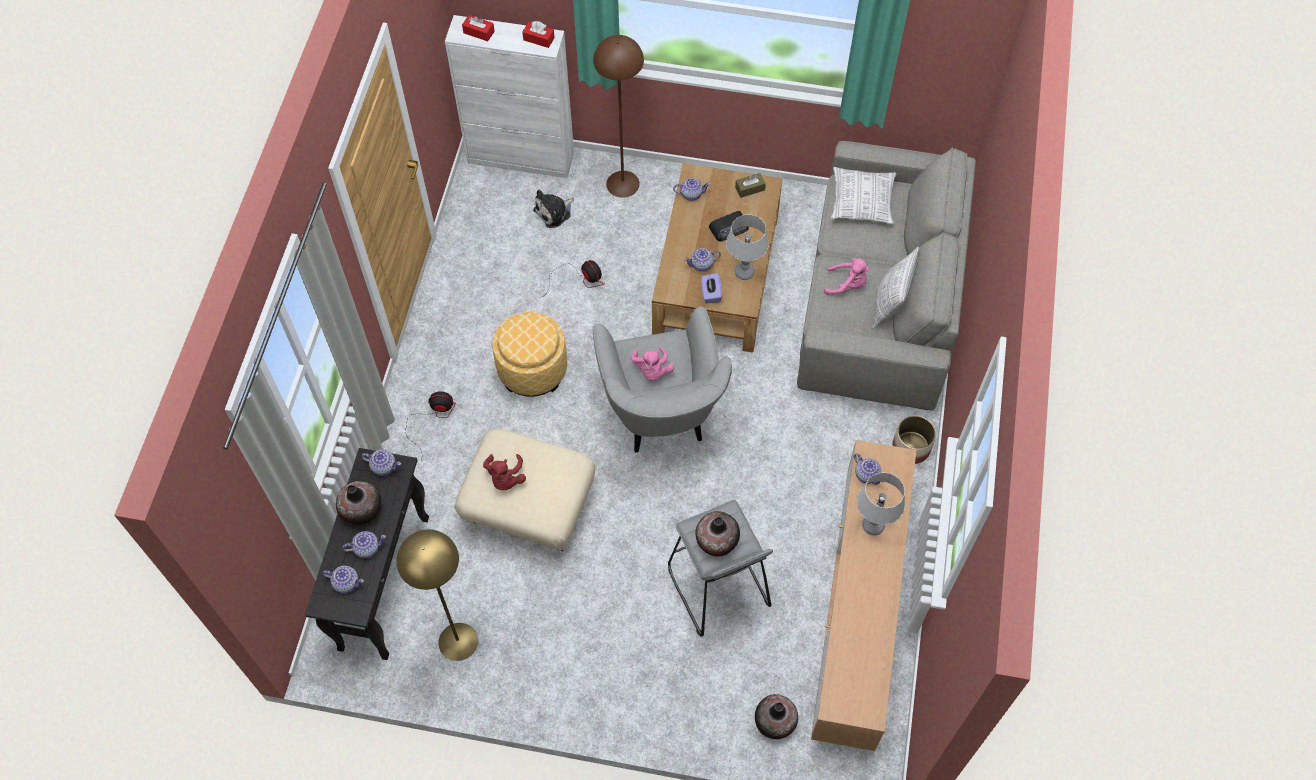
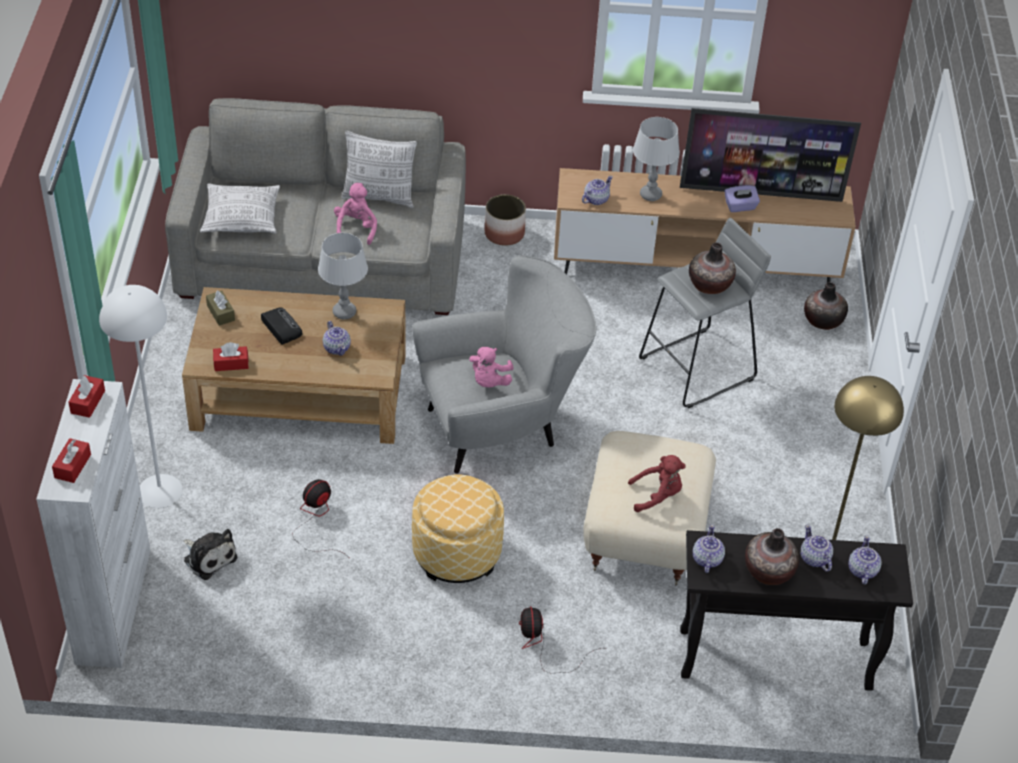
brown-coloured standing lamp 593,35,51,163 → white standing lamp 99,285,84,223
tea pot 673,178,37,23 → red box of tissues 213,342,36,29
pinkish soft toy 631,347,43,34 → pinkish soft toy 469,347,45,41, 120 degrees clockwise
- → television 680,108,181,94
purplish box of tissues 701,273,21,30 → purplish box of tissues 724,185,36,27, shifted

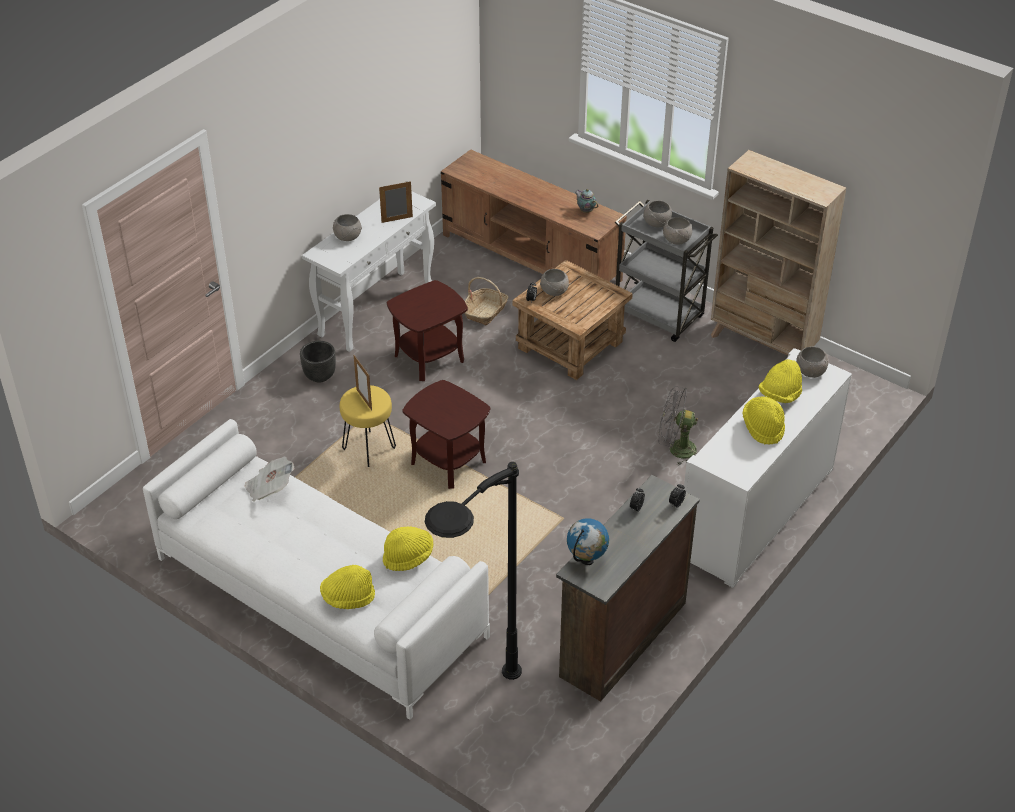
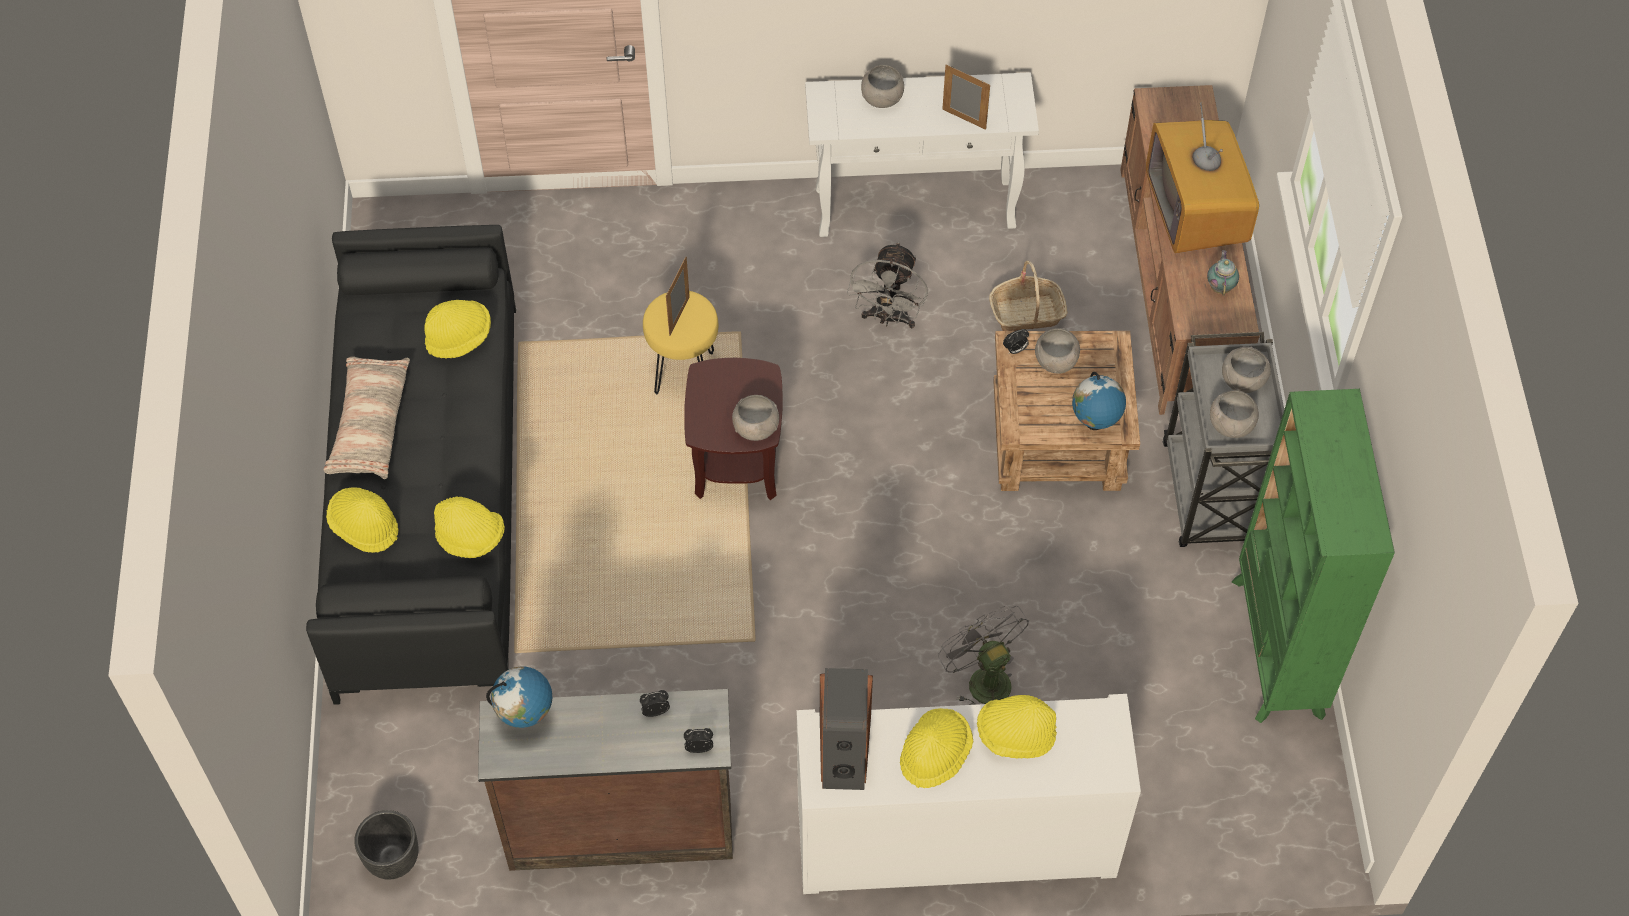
white couch 143,419,347,301 → black-coloured couch 306,225,210,480
- → pillow 324,356,86,123
black-coloured planter 300,341,36,41 → black-coloured planter 354,810,64,70, shifted
printed paper 244,457,50,45 → yellow-coloured hat 424,300,67,58
greyish deep dish 796,347,33,31 → greyish deep dish 732,395,47,46, shifted
- → audio speaker 820,668,53,122
brown-coloured accent table 387,280,81,101 → greyish cooling fan 847,242,81,86
- → world globe 1072,372,54,58
- → television 1146,103,113,150
beige-coloured bookshelf 711,150,135,206 → green bookshelf 1232,389,163,334
black-coloured standing lamp 425,462,97,218 → -

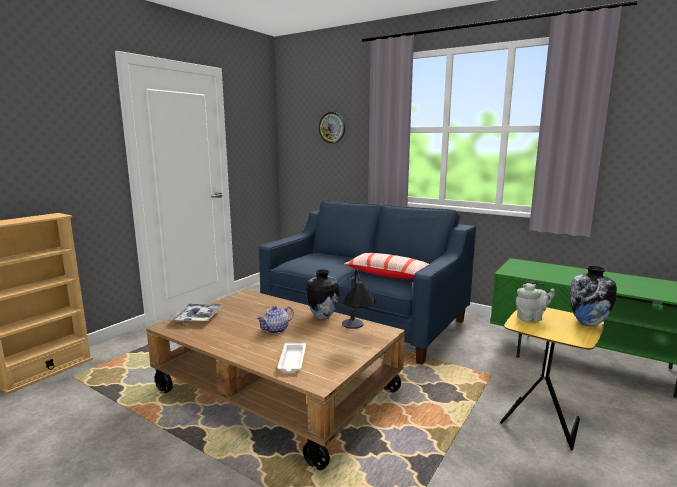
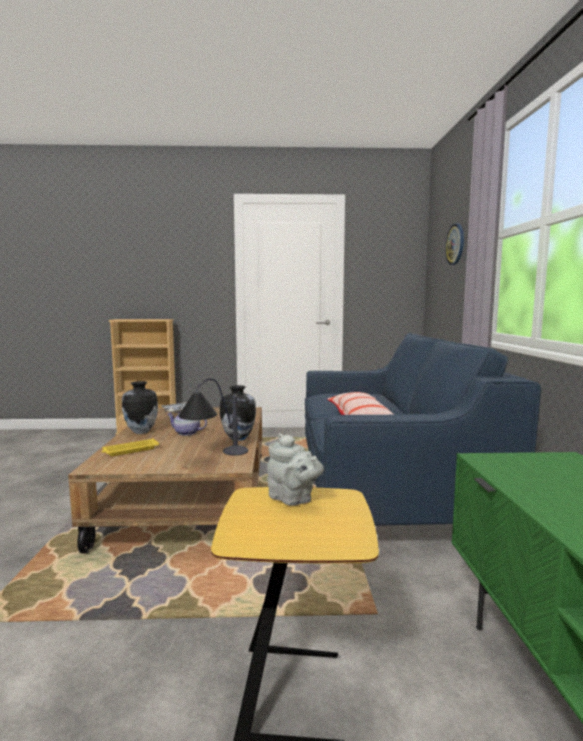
white serving tray 277,343,29,29 → yellow-coloured serving tray 101,438,59,18
vase 570,265,47,62 → vase 122,381,36,53, shifted

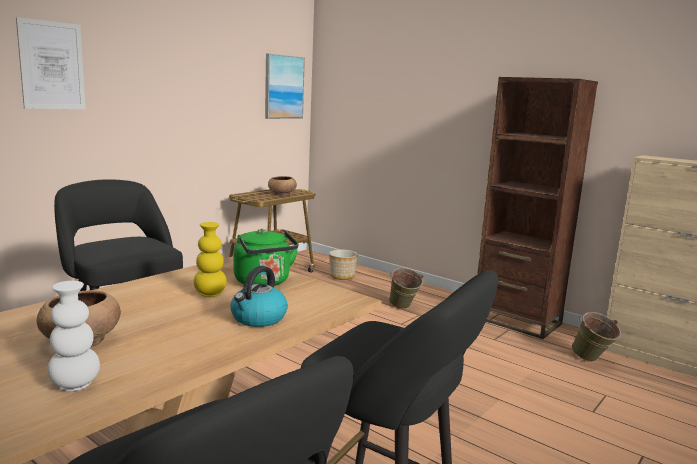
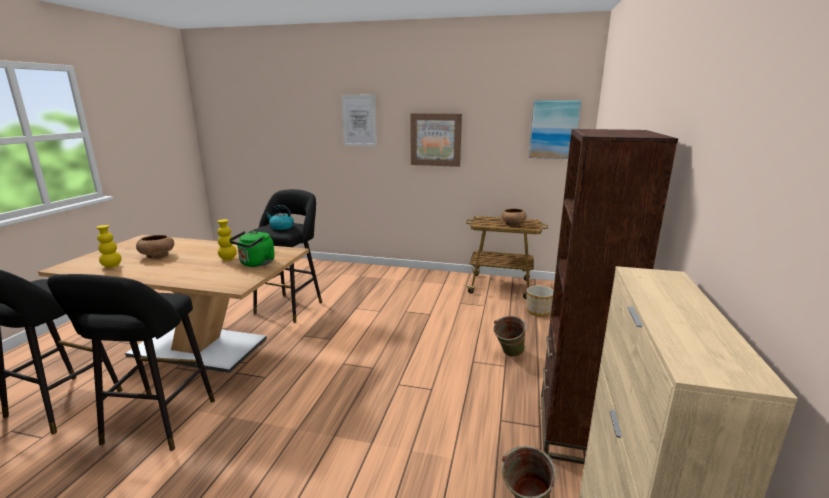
white vase 47,281,53,110 → yellow-coloured vase 96,225,25,43
water kettle 230,266,58,61 → water kettle 265,205,29,25, shifted
- → picture 411,113,51,54

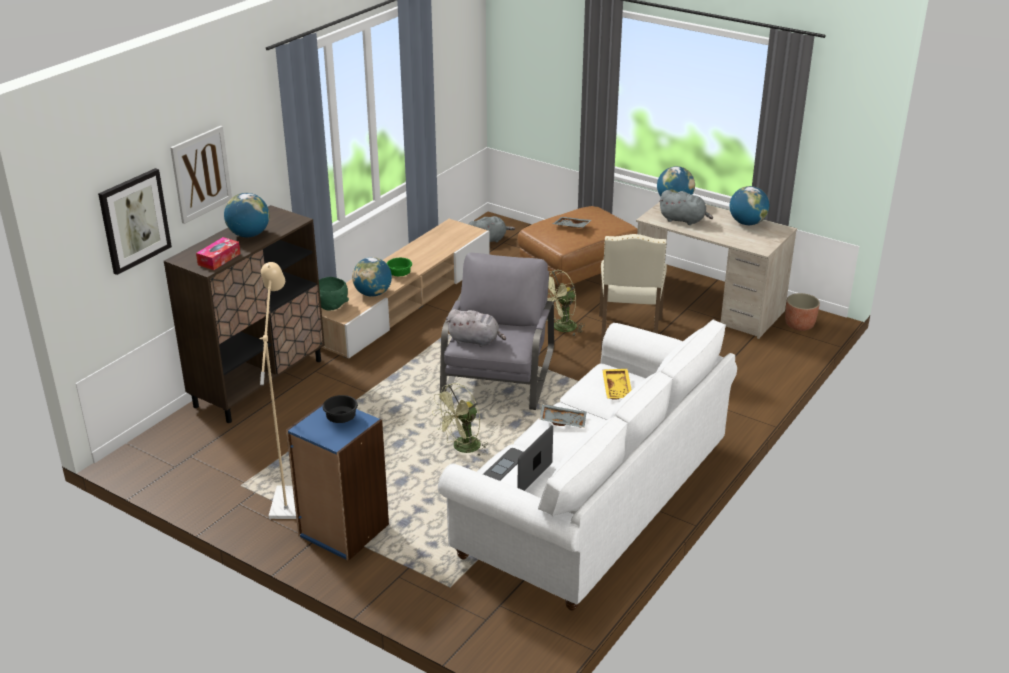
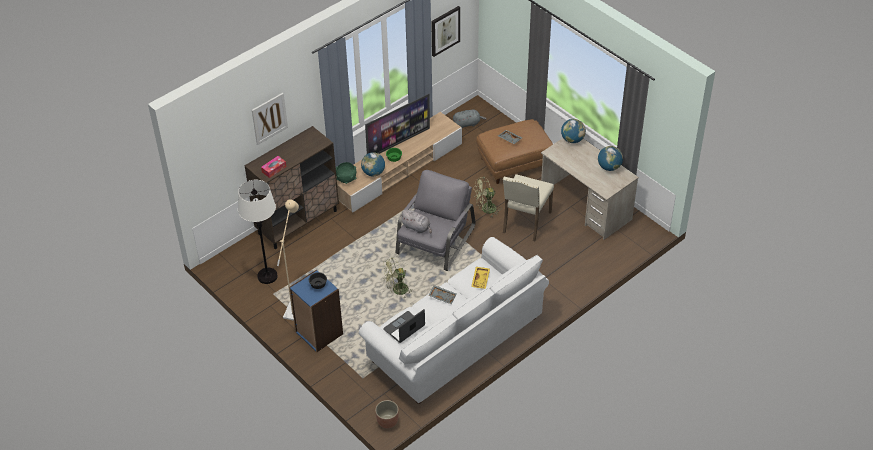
- → white standing lamp 238,180,40,104
- → television 365,94,65,60
planter 785,293,35,38 → planter 375,400,24,28, shifted
picture 98,168,74,107 → picture 431,6,29,51, shifted
world globe 224,193,45,44 → -
greyish soft toy 659,190,54,35 → -

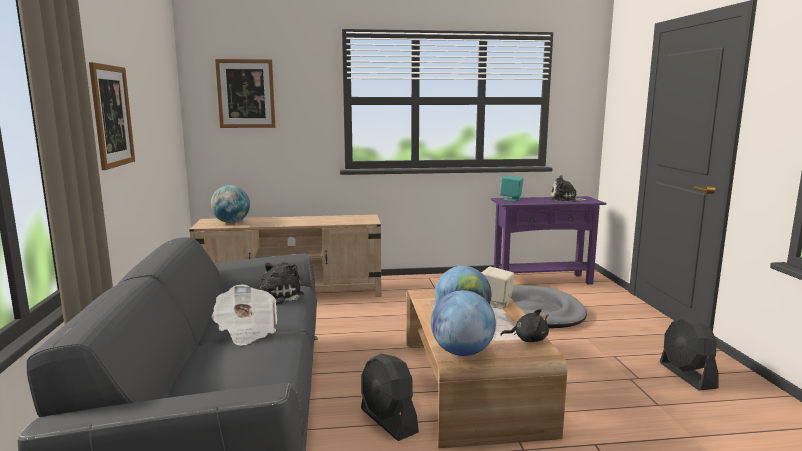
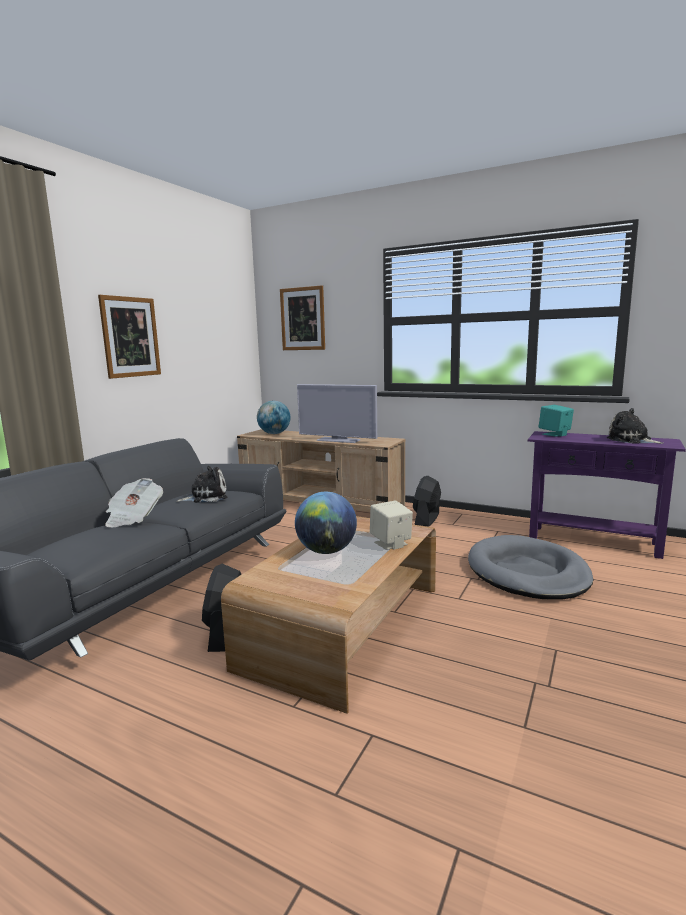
- → television 297,384,80,59
black-coloured cooling fan 660,316,59,75 → black-coloured cooling fan 413,476,28,51, shifted
world globe 431,290,65,66 → -
black-coloured soft toy 500,309,49,33 → -

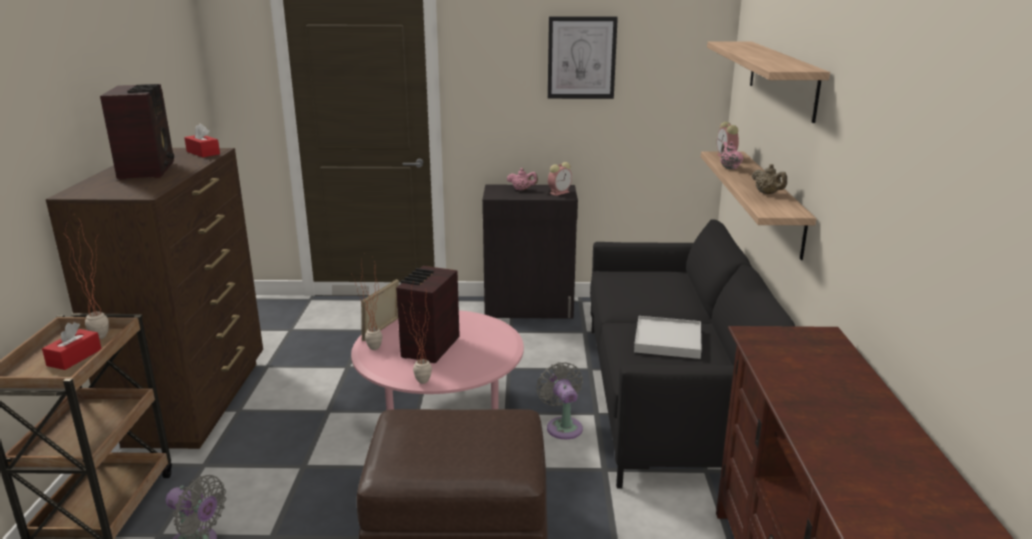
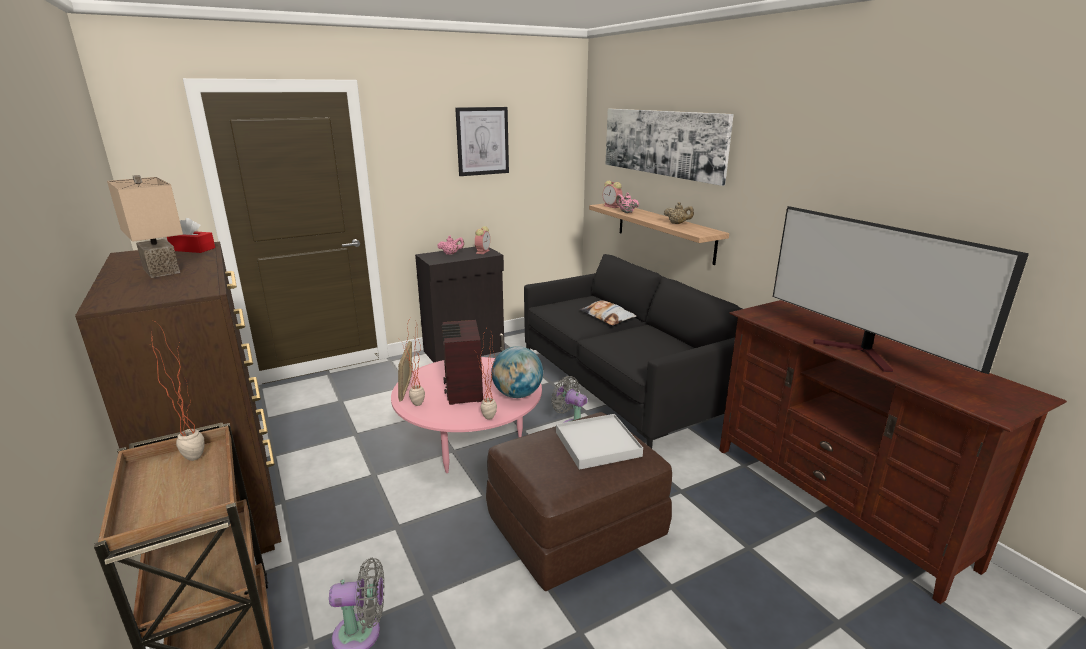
radio set 100,84,74,96 → beige-coloured table lamp 107,175,76,103
- → world globe 491,346,52,52
white serving tray 634,316,68,43 → white serving tray 556,414,87,56, shifted
- → pillow 579,300,57,25
shelf 707,41,123,82 → picture 606,109,128,77
- → television 773,206,256,168
red box of tissues 42,322,60,48 → -

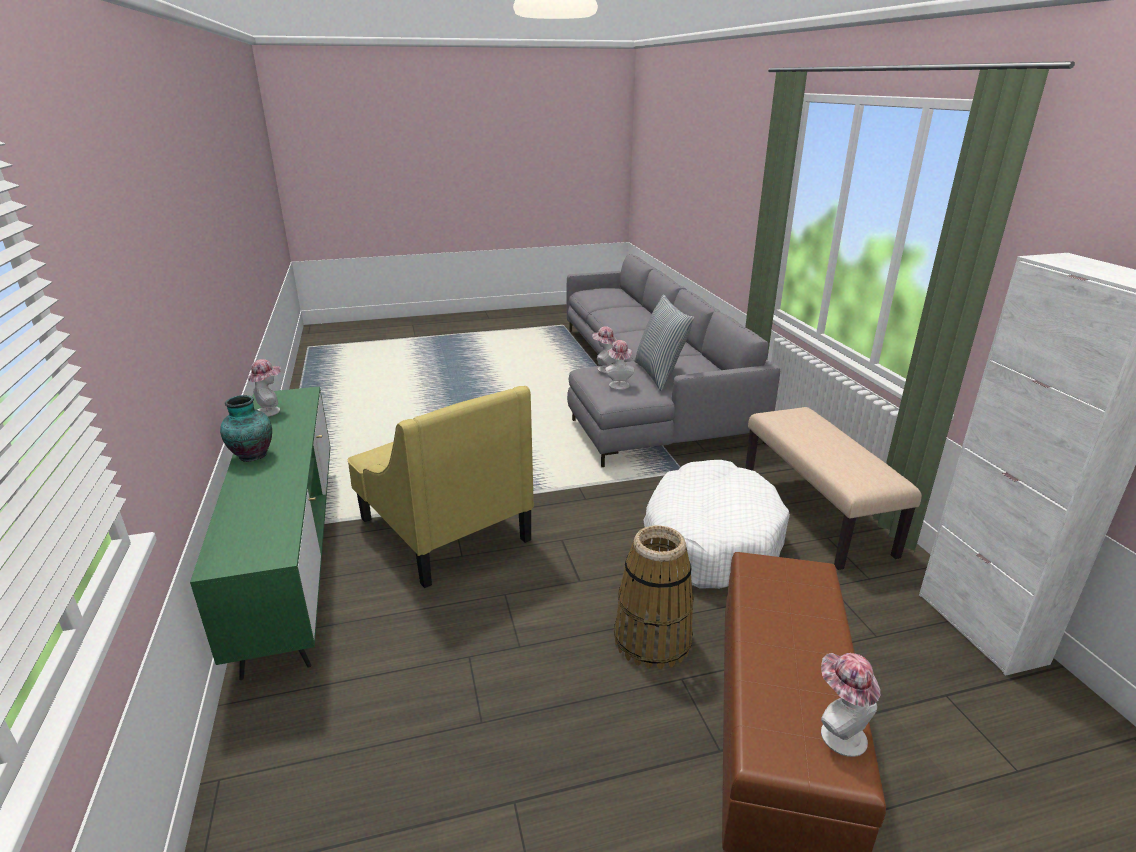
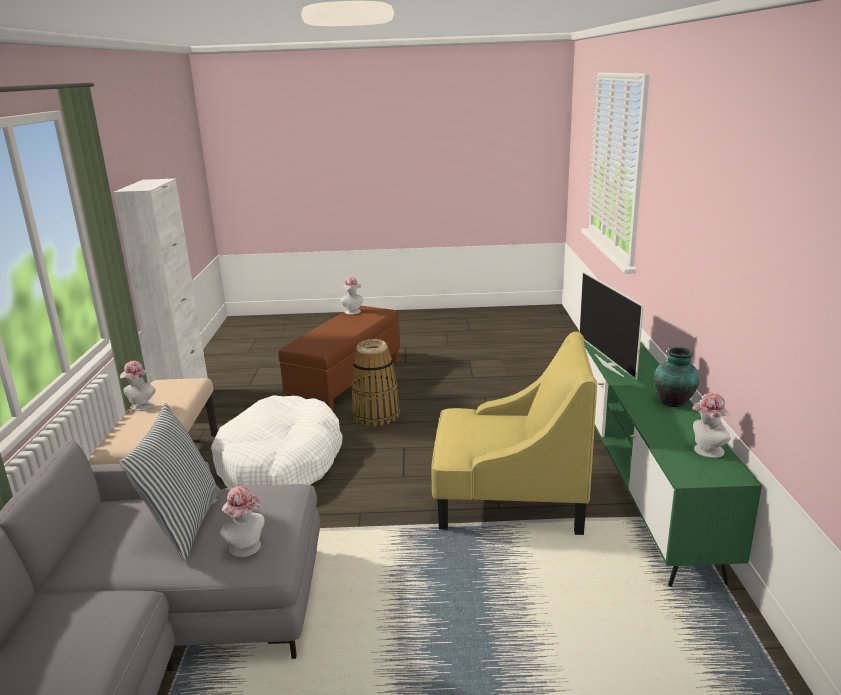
hat 605,340,30,50 → hat 120,361,36,50, shifted
yellow-coloured lounge chair 347,386,187,202 → yellow-coloured lounge chair 431,332,166,203, 120 degrees clockwise
- → television 579,271,65,109

